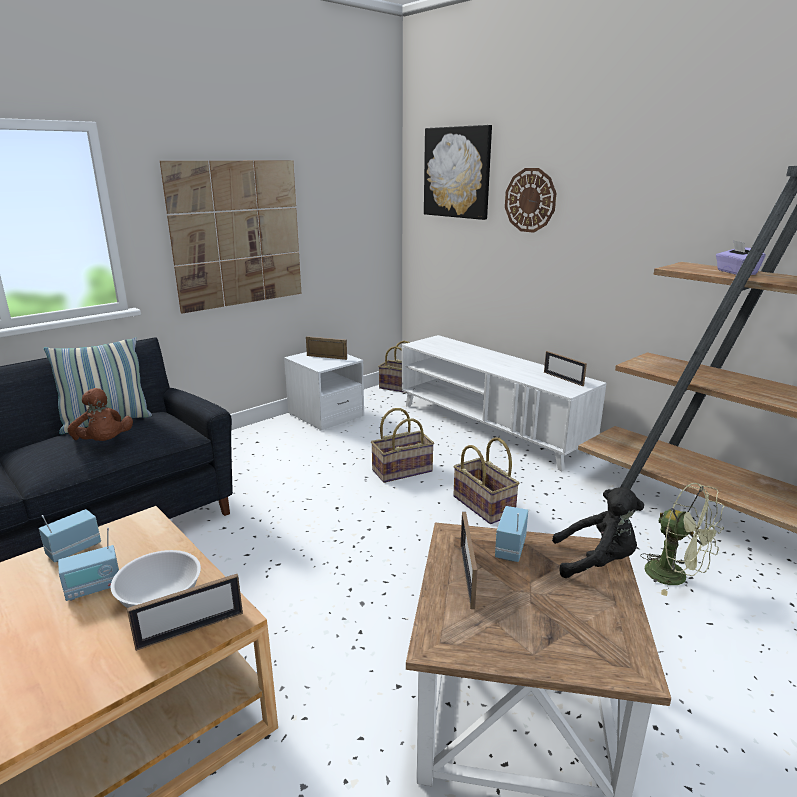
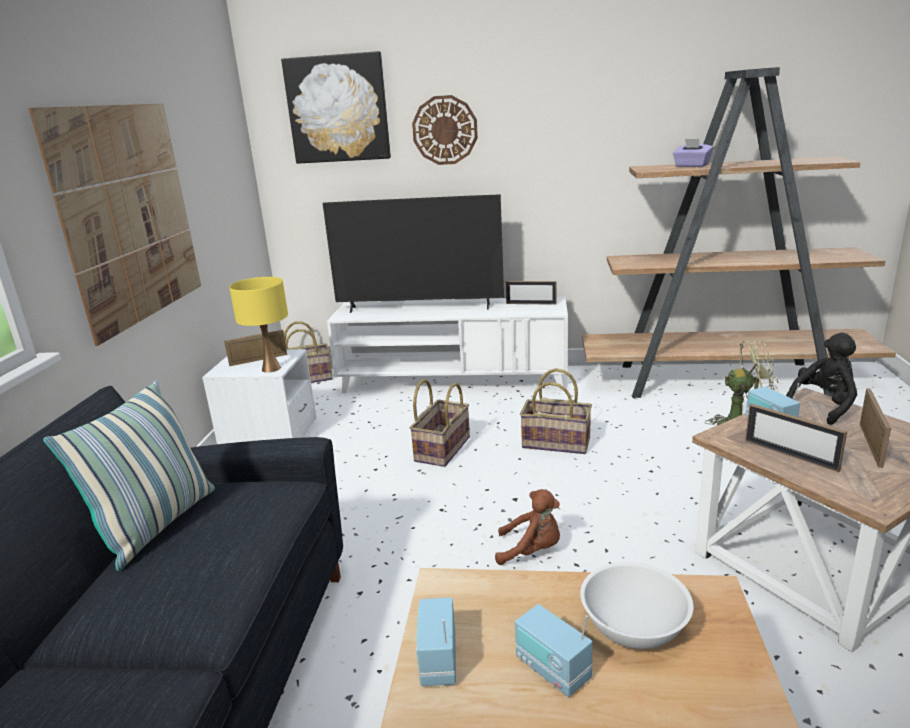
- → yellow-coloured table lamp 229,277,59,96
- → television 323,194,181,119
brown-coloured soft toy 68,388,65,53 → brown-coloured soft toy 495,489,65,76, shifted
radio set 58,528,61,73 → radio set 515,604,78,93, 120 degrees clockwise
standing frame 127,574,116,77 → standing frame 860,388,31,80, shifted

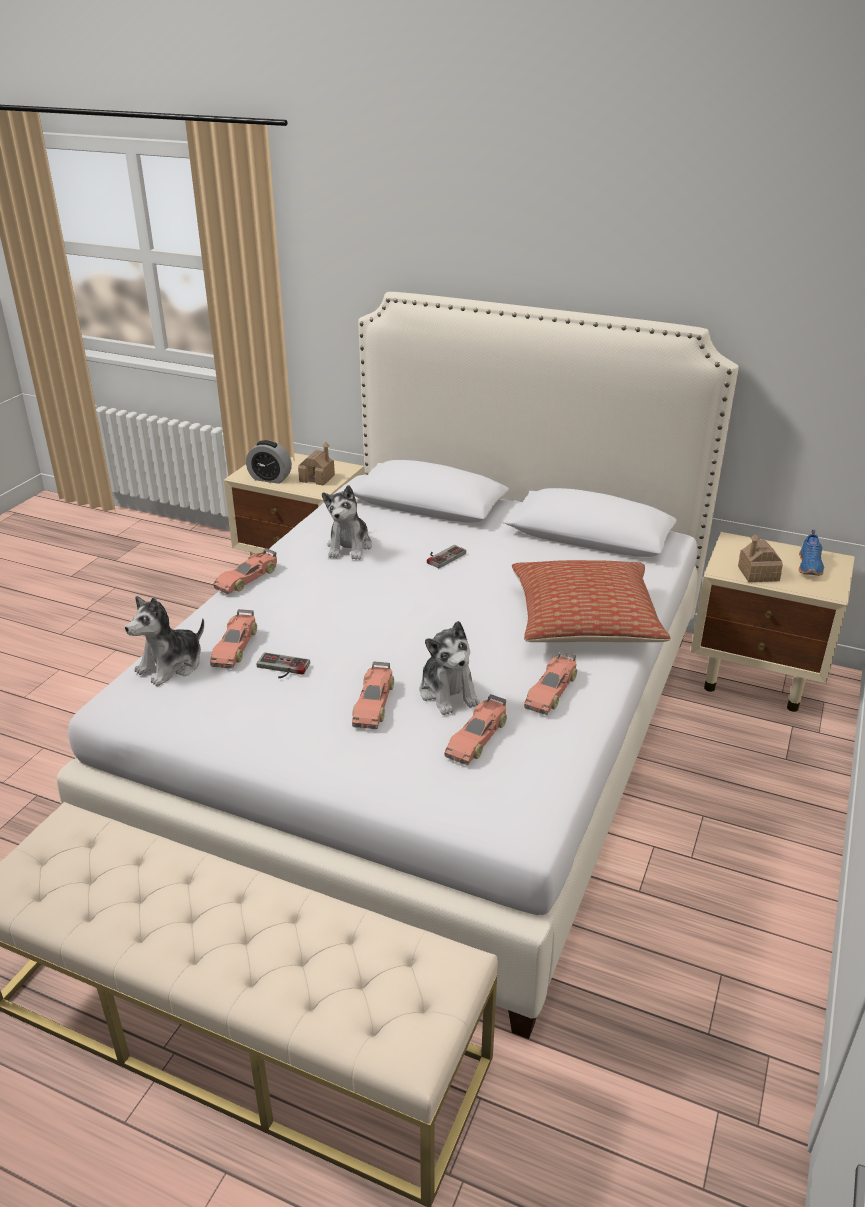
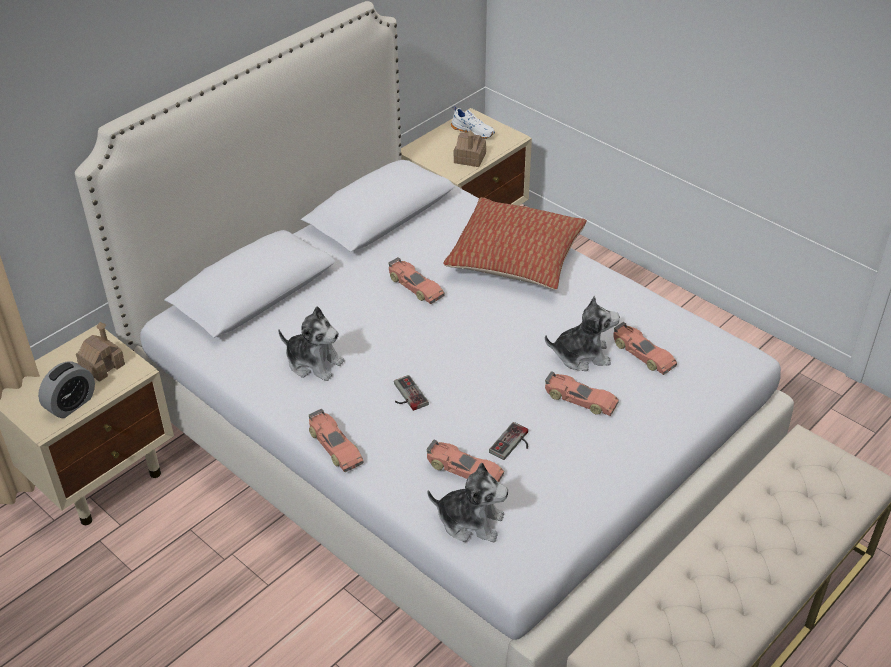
miniature car 524,651,53,64 → miniature car 388,257,56,47, shifted
joypad 427,545,39,23 → joypad 394,375,35,36, shifted
soft toy 125,596,79,90 → soft toy 427,463,81,79, 45 degrees counterclockwise
blue shoe 799,530,25,46 → white shoe 451,106,44,33

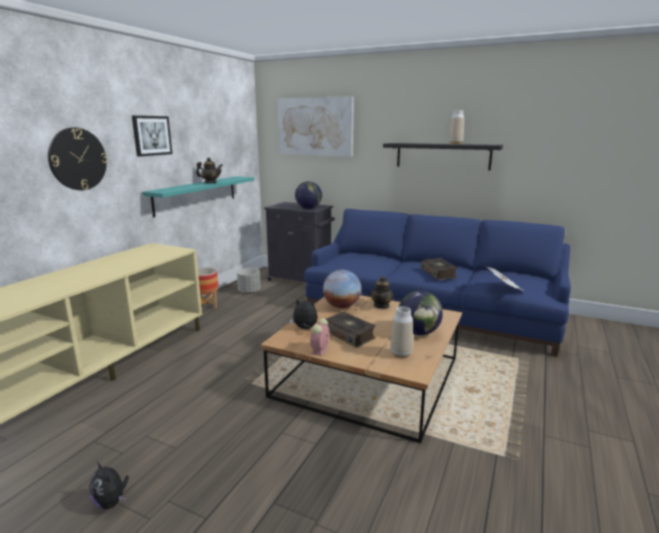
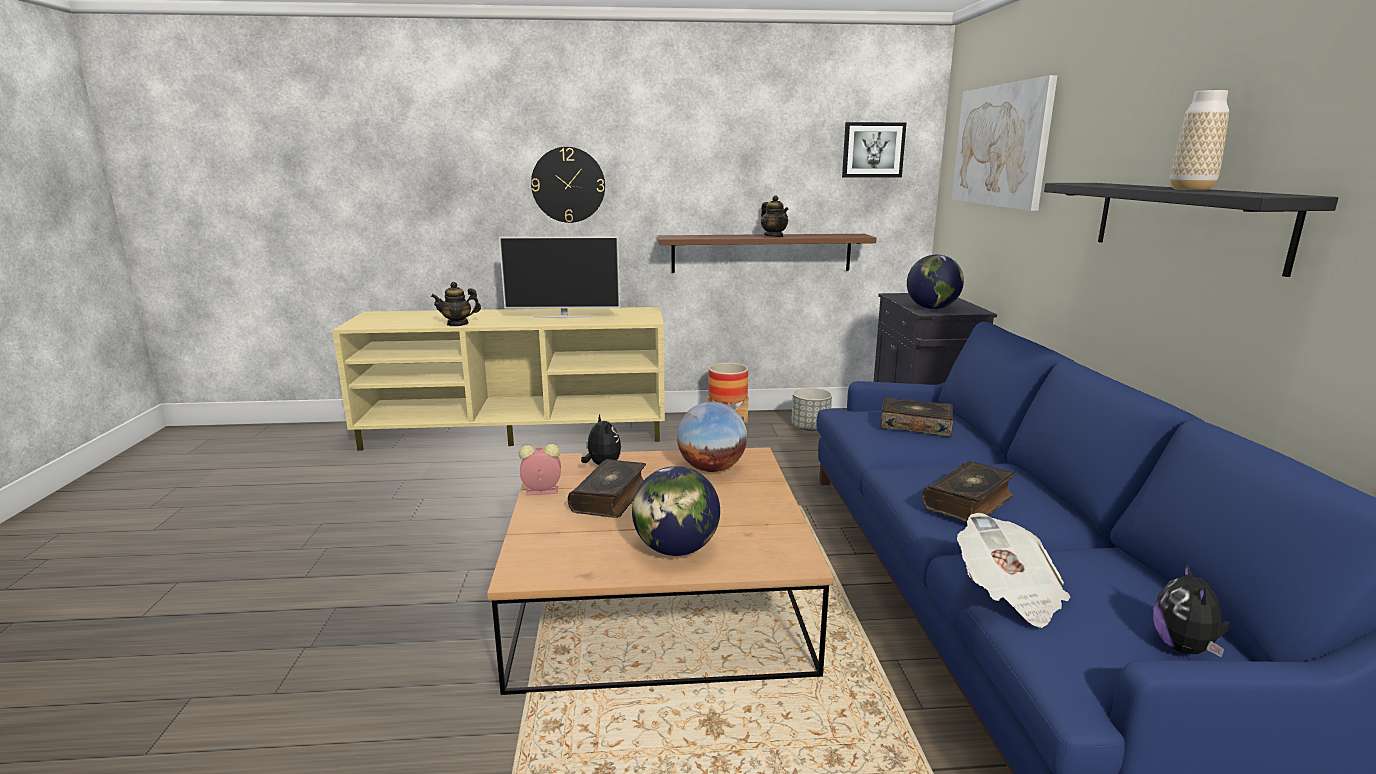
tea pot 370,276,24,33 → tea pot 431,282,50,44, shifted
- → television 499,237,121,81
turquoise-coloured shelf 142,176,112,41 → brown-coloured shelf 657,234,220,39
picture 132,116,40,41 → picture 842,122,65,56, shifted
- → bound book 880,397,73,40
soft toy 89,461,40,48 → soft toy 1153,561,77,97, shifted
vase 390,306,23,52 → -

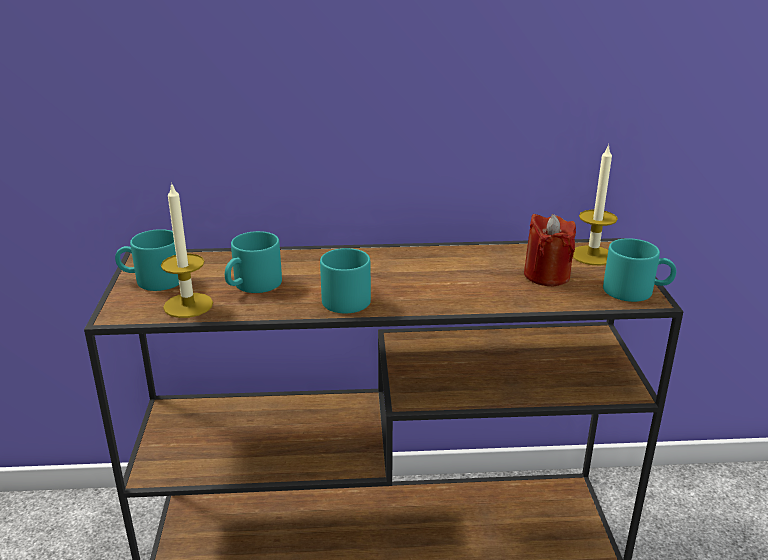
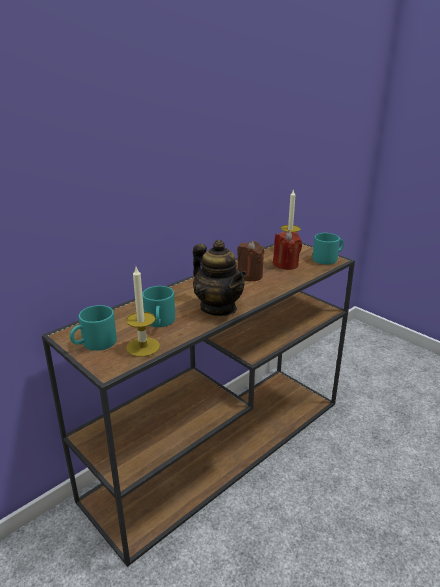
turquoise-coloured mug 320,248,51,65 → tea pot 193,240,54,76
- → brown-coloured candle 237,240,28,41

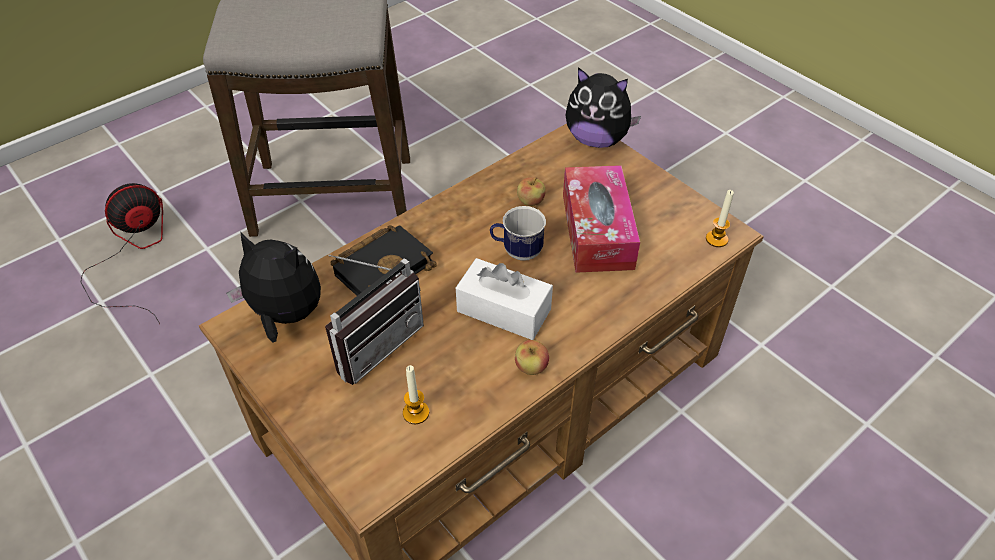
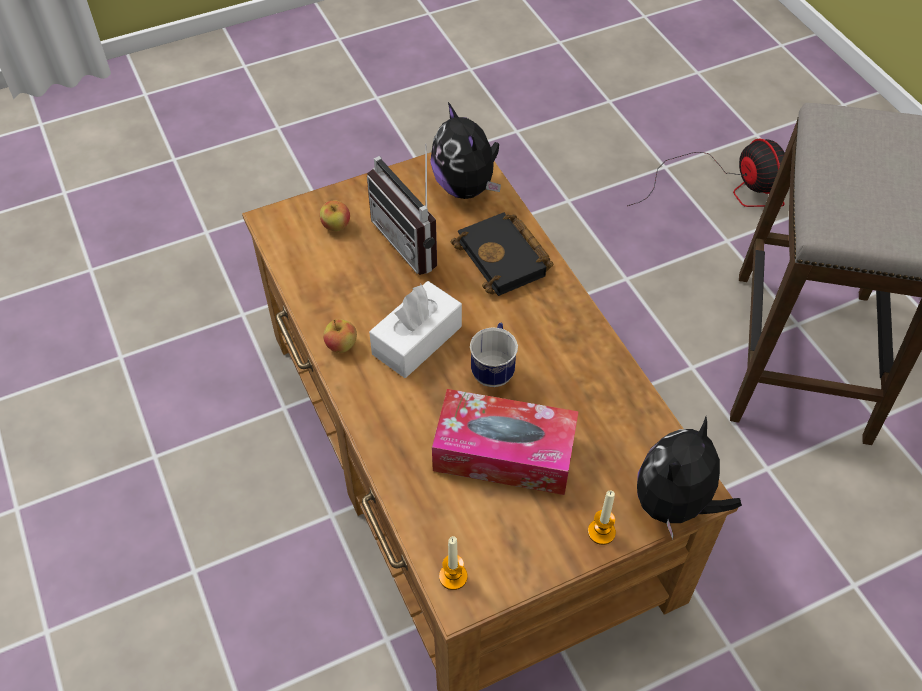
whole apple 517,177,29,29 → whole apple 320,201,30,30, shifted
soft toy 226,232,95,111 → soft toy 430,102,71,97, 120 degrees clockwise
candle 403,365,26,59 → candle 588,491,28,54, shifted

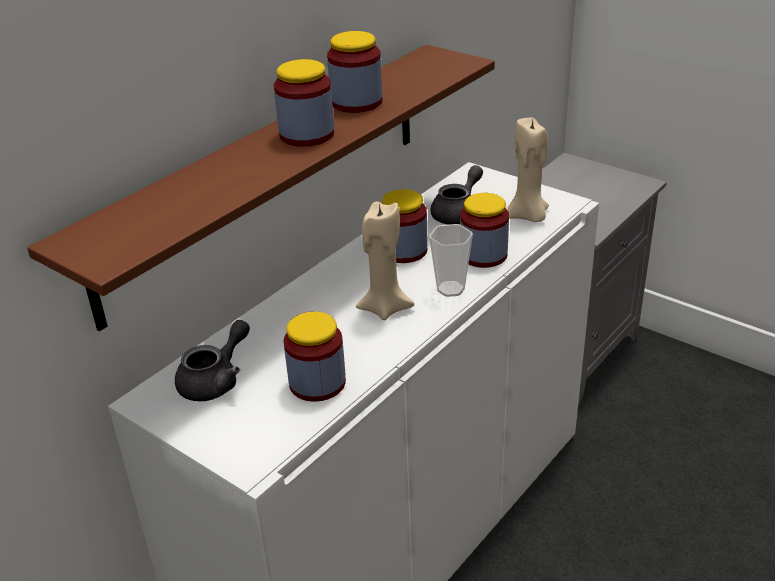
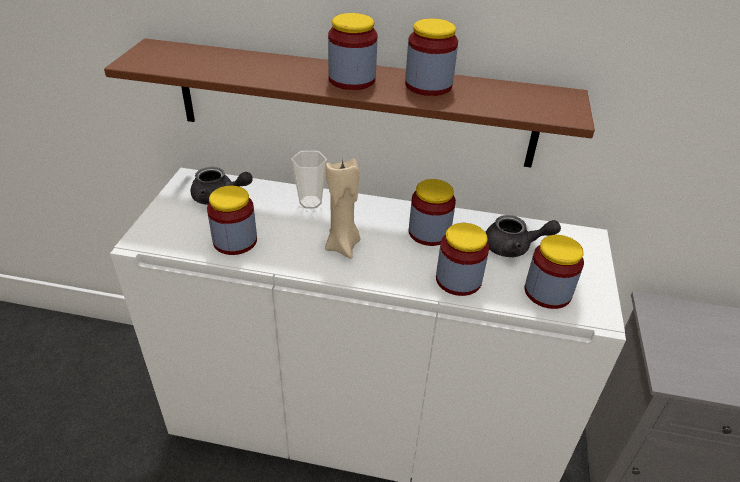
small cup 429,224,44,73 → small cup 291,151,36,58, shifted
beige-coloured candle 506,117,43,105 → storage jar 524,235,60,74

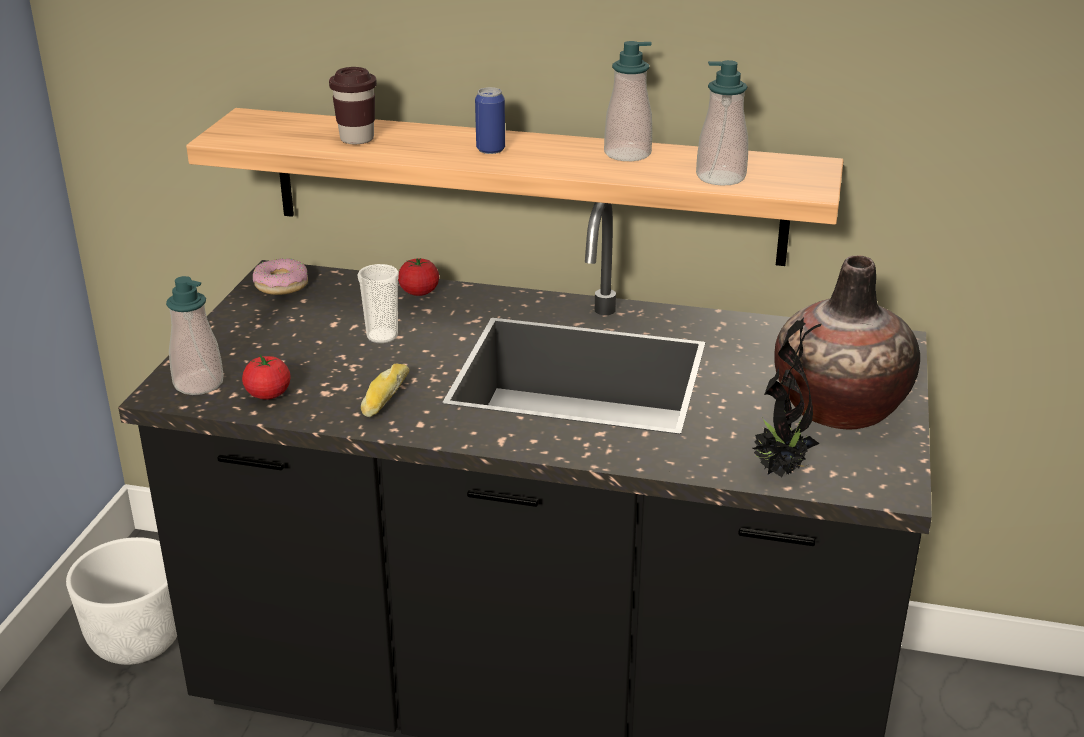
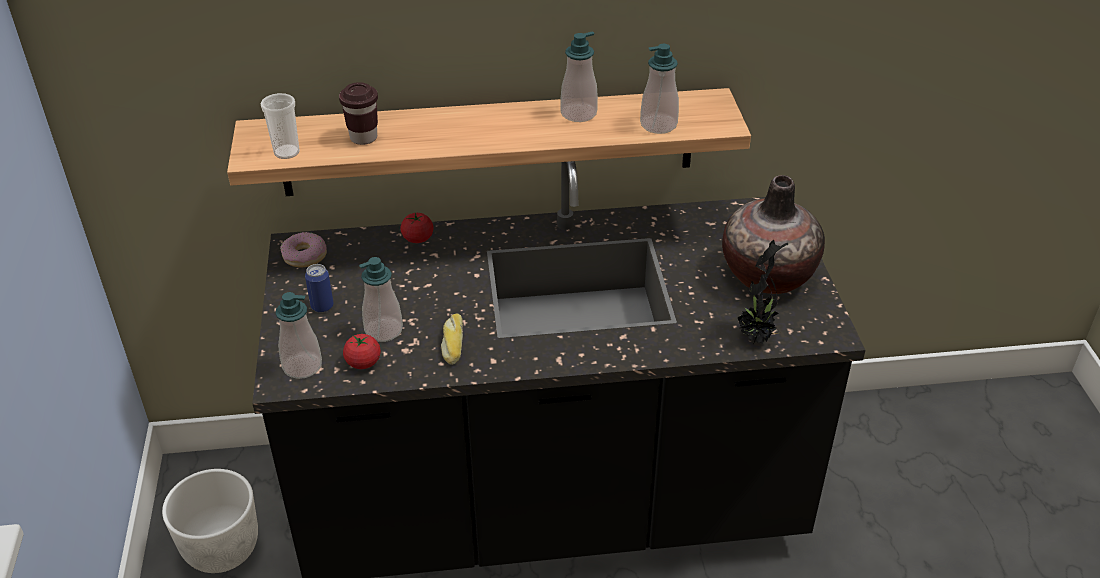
small cup 357,264,42,79 → small cup 261,93,39,66, shifted
can 475,87,30,67 → can 305,264,28,49, shifted
- → liquid soap bottle 359,257,44,85

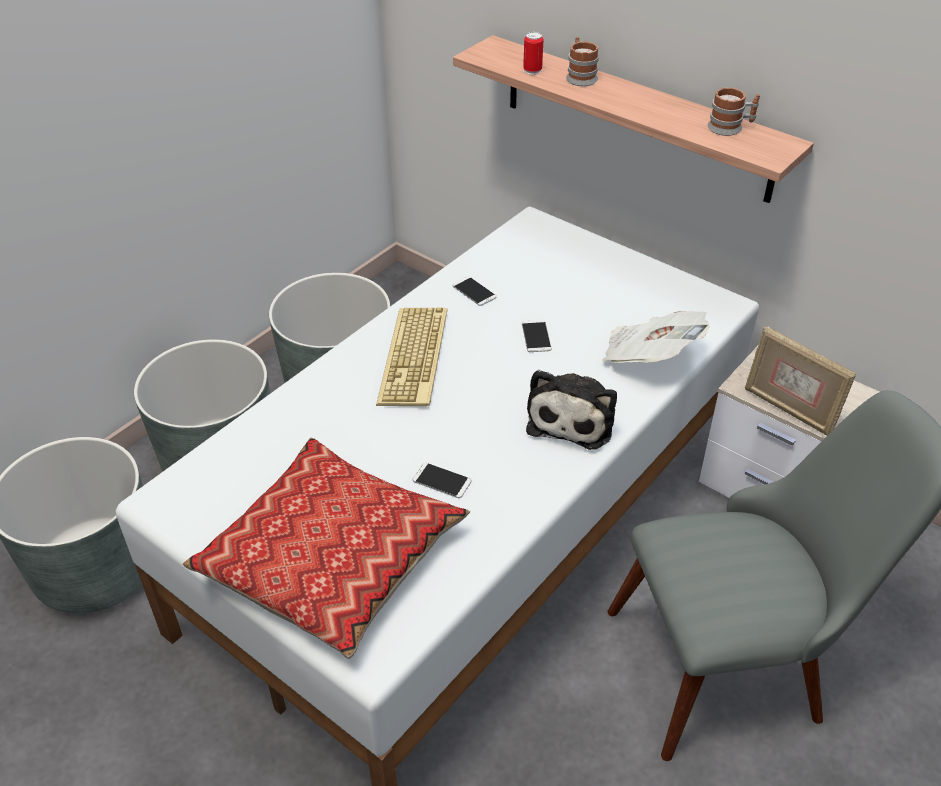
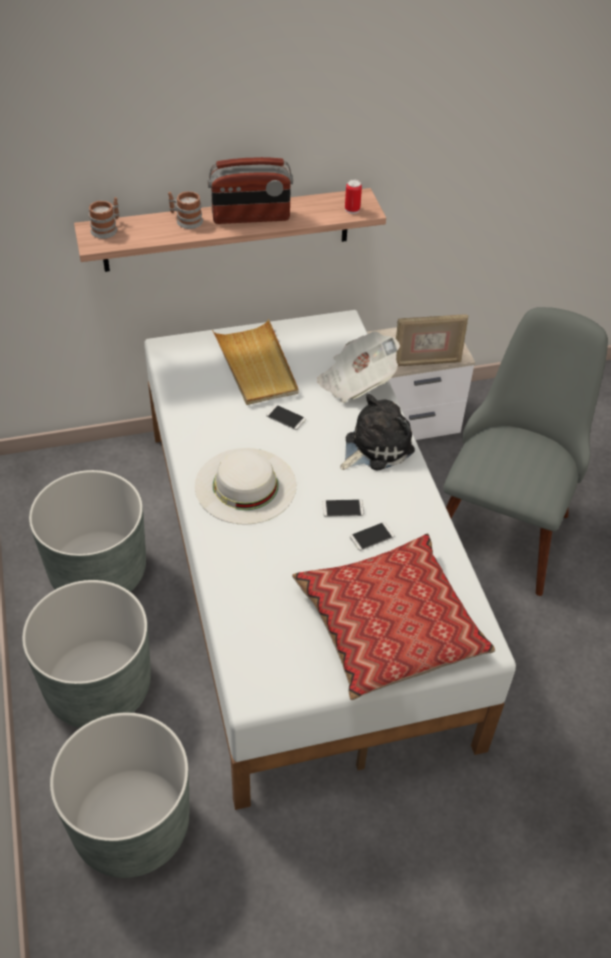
mug 708,87,52,49 → mug 89,197,31,42, shifted
PC keyboard 376,308,71,98 → white hat 195,448,101,77
- → radio set 208,157,85,67
- → beige-coloured serving tray 212,319,86,86
telephone 452,277,44,29 → telephone 322,499,42,18, shifted
soft toy 526,370,91,80 → soft toy 340,394,75,77, 90 degrees counterclockwise
can 523,32,20,43 → can 345,180,17,34, shifted

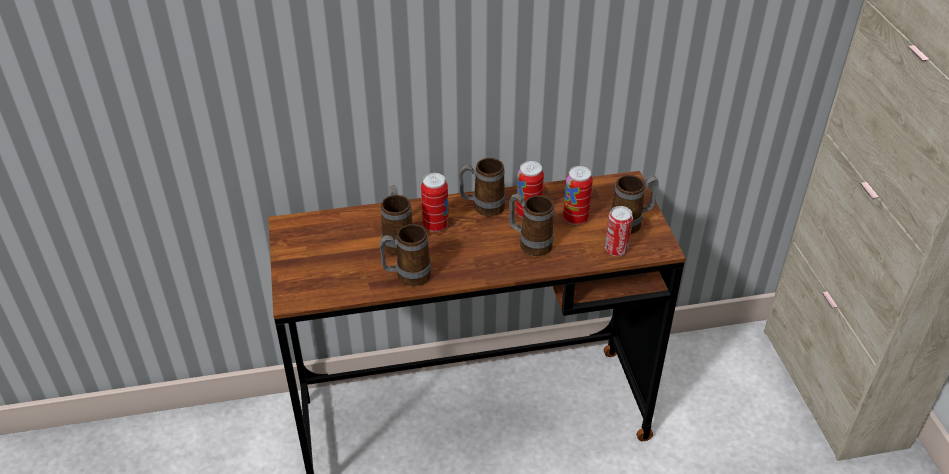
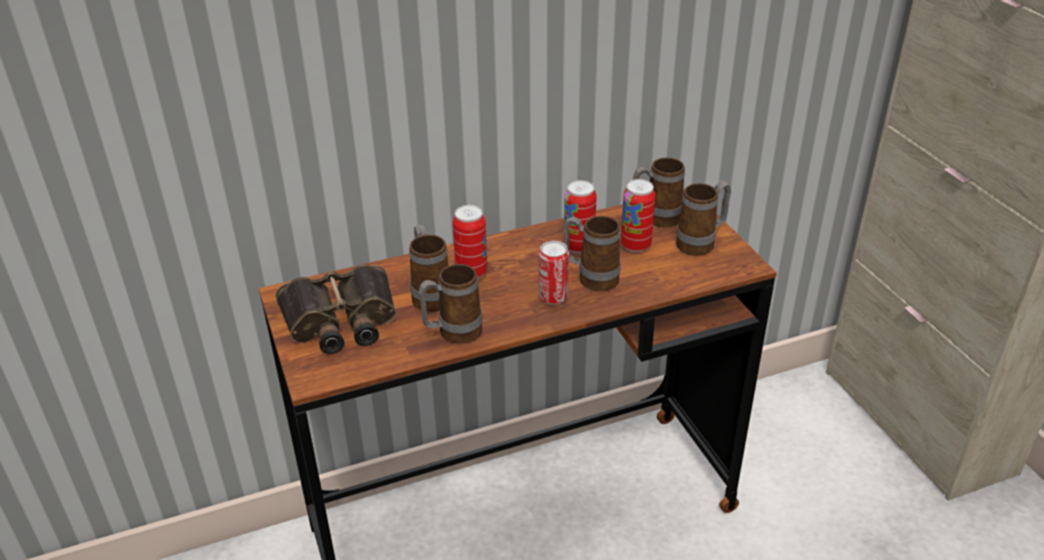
- → pair of binoculars 276,264,120,90
can 605,206,28,50 → can 539,241,30,64, shifted
mug 459,158,46,58 → mug 633,157,52,71, shifted

